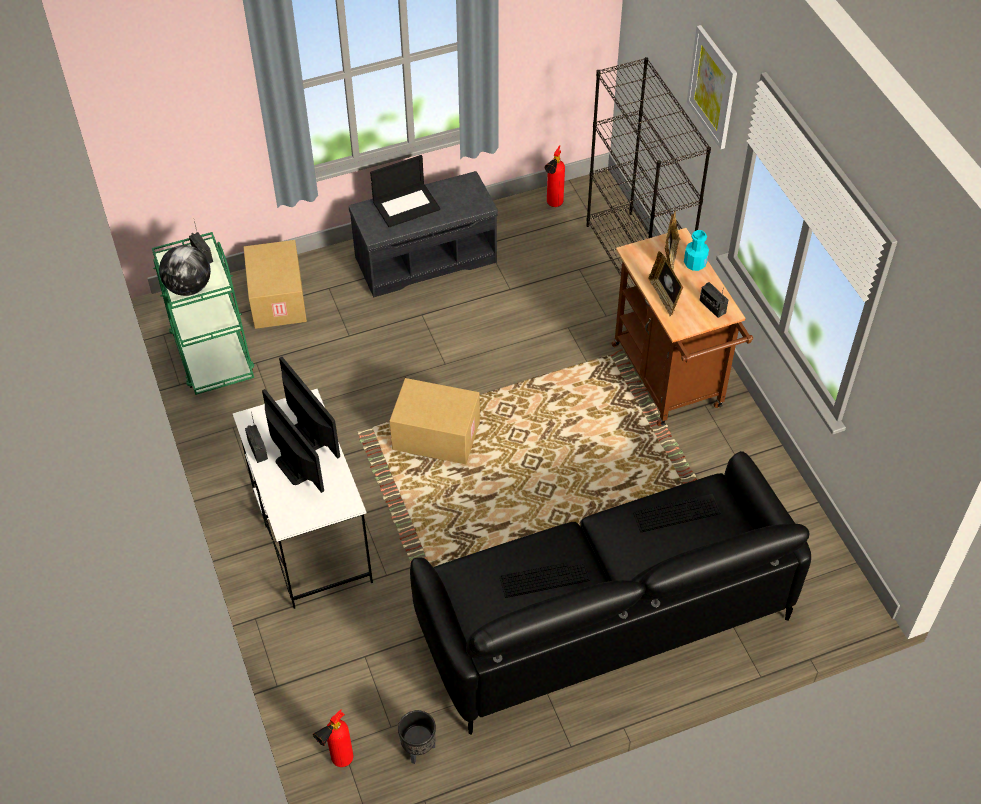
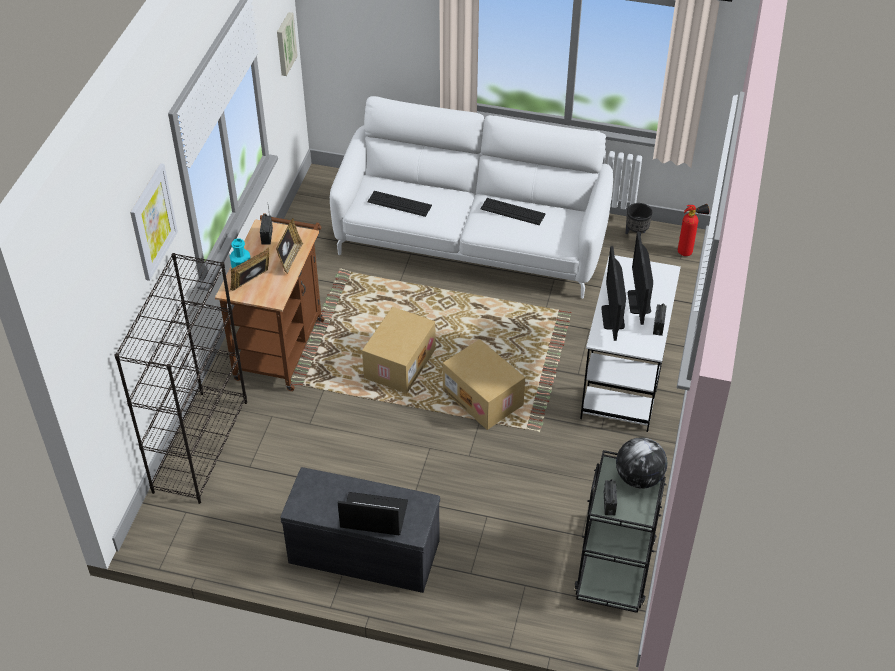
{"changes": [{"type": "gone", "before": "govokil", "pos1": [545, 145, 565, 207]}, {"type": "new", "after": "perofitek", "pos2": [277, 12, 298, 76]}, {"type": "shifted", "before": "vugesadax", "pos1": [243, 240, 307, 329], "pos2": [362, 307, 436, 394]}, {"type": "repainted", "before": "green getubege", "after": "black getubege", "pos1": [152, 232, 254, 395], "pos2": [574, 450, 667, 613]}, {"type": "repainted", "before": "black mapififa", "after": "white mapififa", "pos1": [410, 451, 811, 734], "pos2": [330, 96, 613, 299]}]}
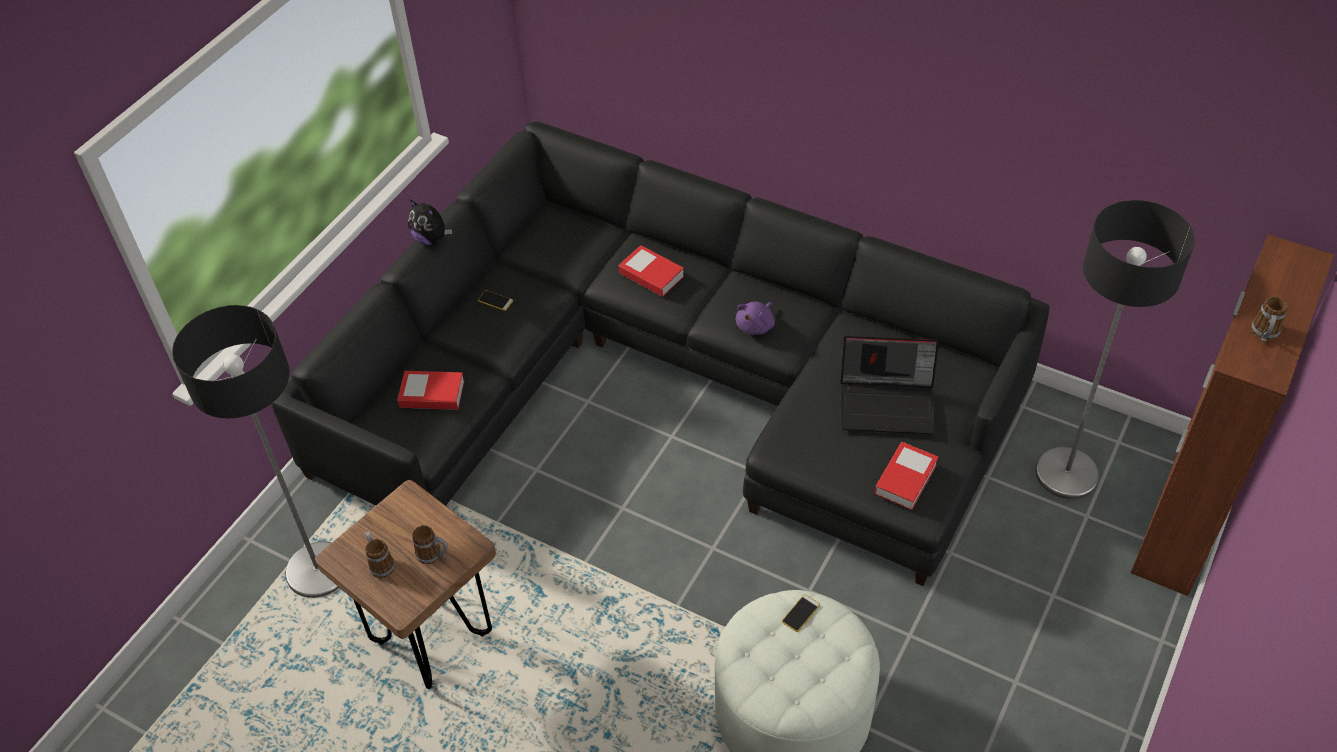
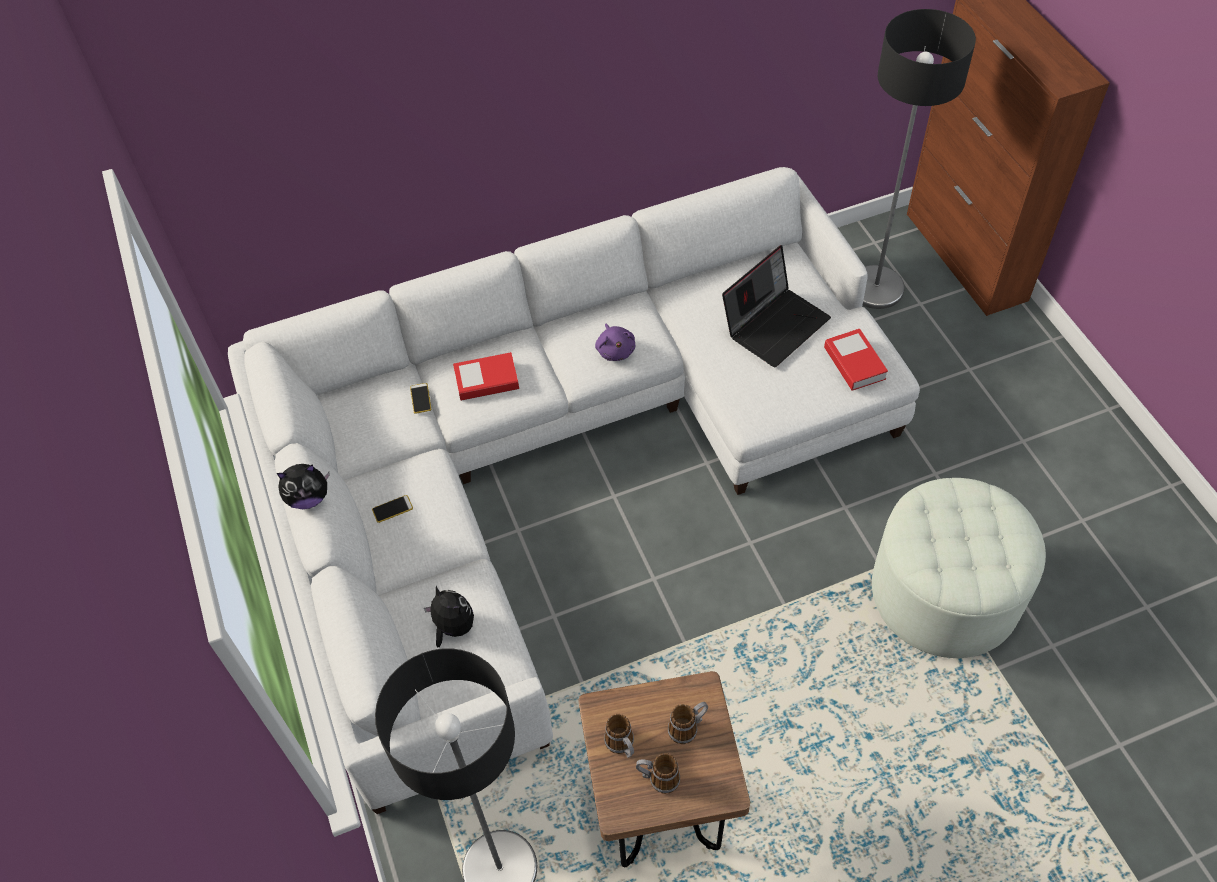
{"changes": [{"type": "shifted", "before": "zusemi", "pos1": [782, 594, 820, 632], "pos2": [410, 383, 431, 414]}, {"type": "shifted", "before": "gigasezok", "pos1": [1251, 296, 1288, 342], "pos2": [604, 714, 634, 758]}, {"type": "swapped", "before": "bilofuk", "after": "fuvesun", "pos1": [397, 371, 464, 410], "pos2": [424, 586, 474, 647]}, {"type": "repainted", "before": "black mapififa", "after": "white mapififa", "pos1": [271, 121, 1049, 586], "pos2": [228, 167, 920, 814]}]}
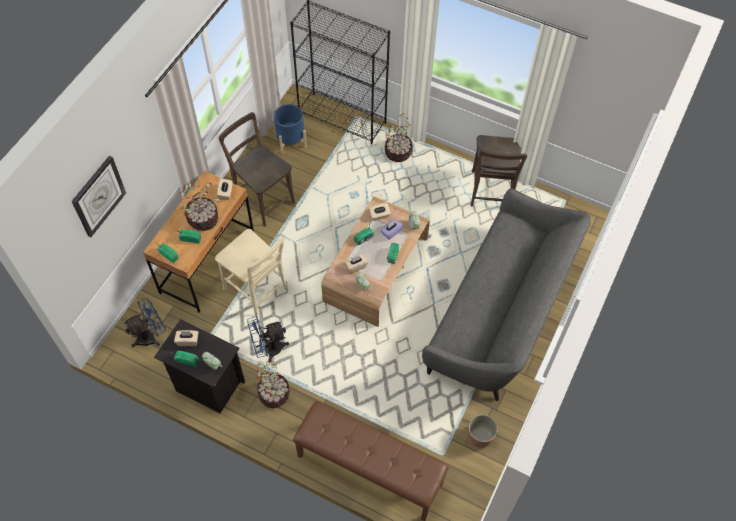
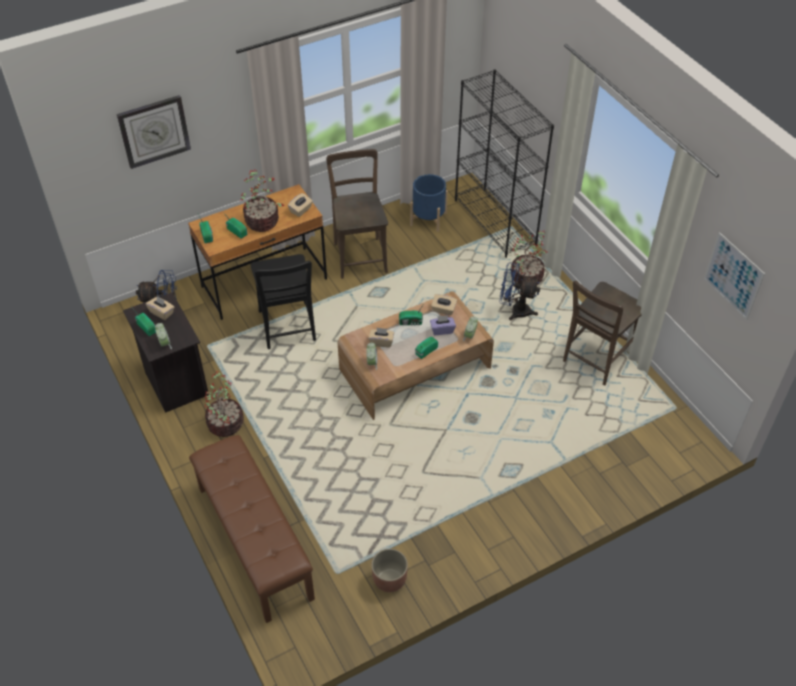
{"changes": [{"type": "gone", "before": "grey mapififa", "pos1": [422, 189, 591, 401]}, {"type": "new", "after": "perofitek", "pos2": [704, 232, 765, 320]}, {"type": "shifted", "before": "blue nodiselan", "pos1": [247, 316, 289, 362], "pos2": [499, 262, 540, 321]}, {"type": "repainted", "before": "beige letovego", "after": "black letovego", "pos1": [215, 229, 287, 316], "pos2": [251, 254, 316, 349]}]}
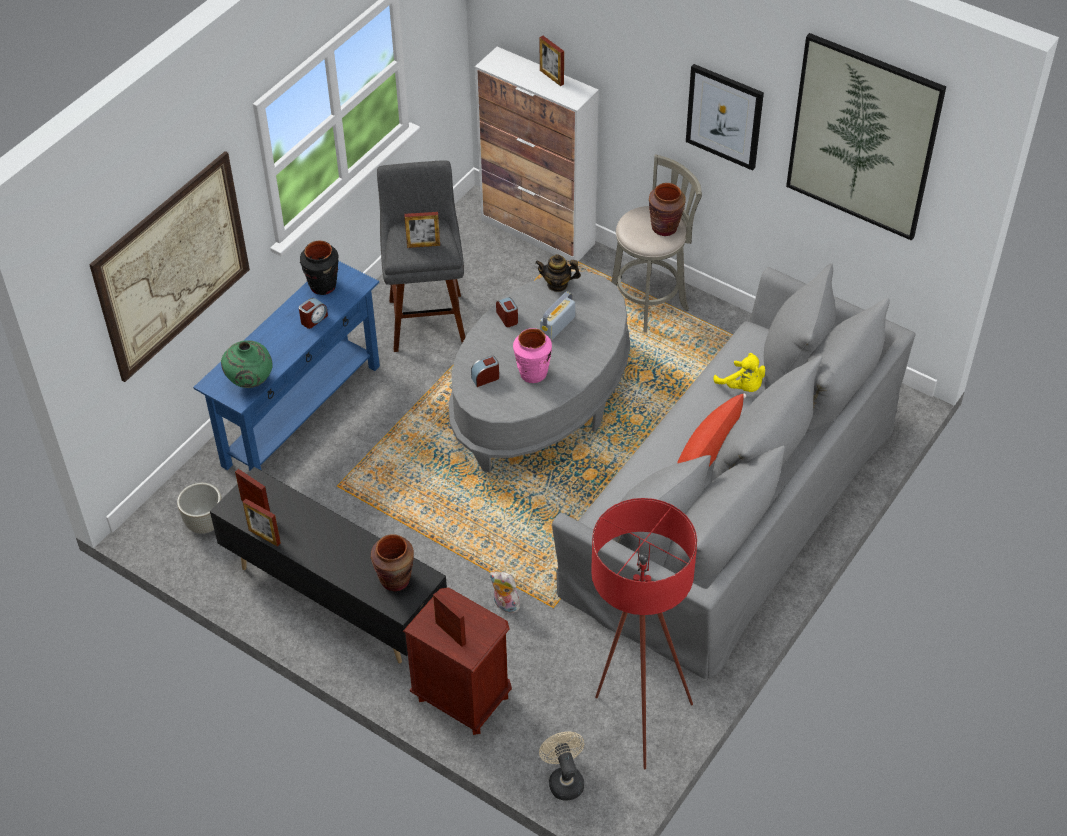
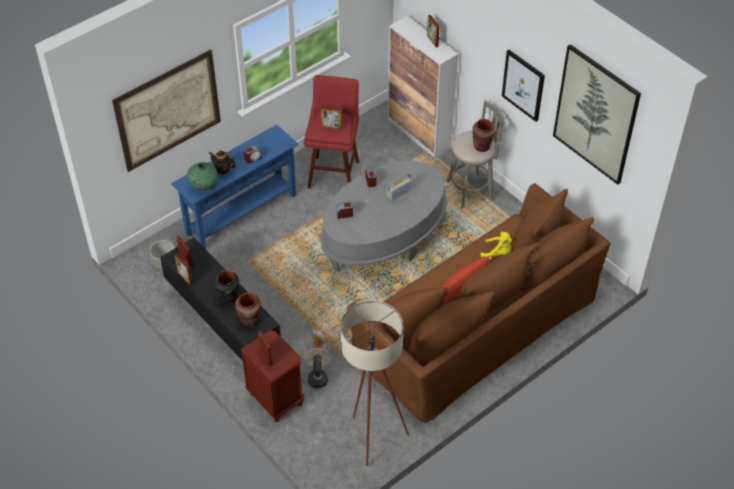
{"changes": [{"type": "gone", "before": "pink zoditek", "pos1": [513, 328, 552, 383]}, {"type": "shifted", "before": "black zoditek", "pos1": [300, 241, 338, 295], "pos2": [214, 270, 239, 304]}, {"type": "shifted", "before": "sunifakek", "pos1": [535, 254, 581, 292], "pos2": [209, 150, 236, 174]}, {"type": "shifted", "before": "beige nodiselan", "pos1": [539, 732, 584, 801], "pos2": [304, 348, 331, 388]}, {"type": "repainted", "before": "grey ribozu", "after": "red ribozu", "pos1": [377, 160, 465, 352], "pos2": [304, 75, 359, 189]}, {"type": "repainted", "before": "grey mapififa", "after": "brown mapififa", "pos1": [552, 263, 915, 679], "pos2": [347, 183, 611, 423]}, {"type": "repainted", "before": "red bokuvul", "after": "beige bokuvul", "pos1": [591, 498, 697, 769], "pos2": [341, 301, 409, 466]}, {"type": "rotated", "before": "yellow fuvesun", "pos1": [713, 353, 765, 392], "pos2": [480, 231, 512, 257], "turn": -45}]}
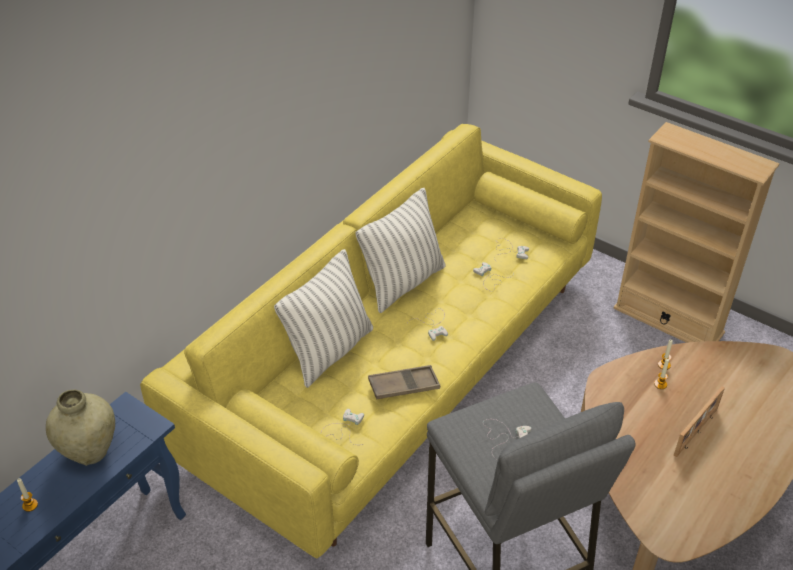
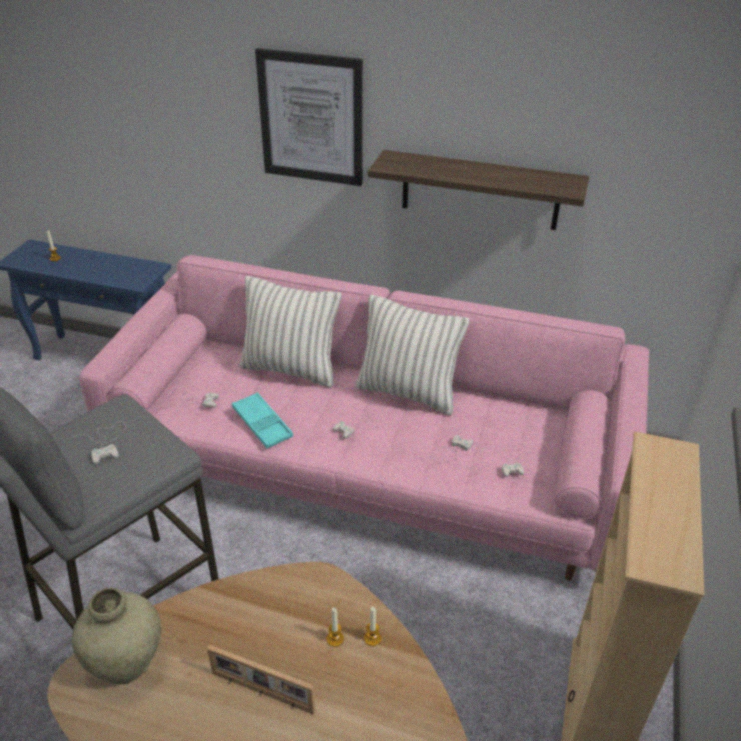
{"changes": [{"type": "new", "after": "perofitek", "pos2": [255, 48, 363, 186]}, {"type": "new", "after": "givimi", "pos2": [368, 150, 589, 230]}, {"type": "shifted", "before": "beige zoditek", "pos1": [46, 389, 115, 466], "pos2": [72, 587, 161, 685]}, {"type": "repainted", "before": "yellow mapififa", "after": "pink mapififa", "pos1": [140, 124, 602, 559], "pos2": [79, 255, 649, 581]}, {"type": "repainted", "before": "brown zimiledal", "after": "turquoise zimiledal", "pos1": [368, 365, 440, 399], "pos2": [232, 392, 293, 449]}]}
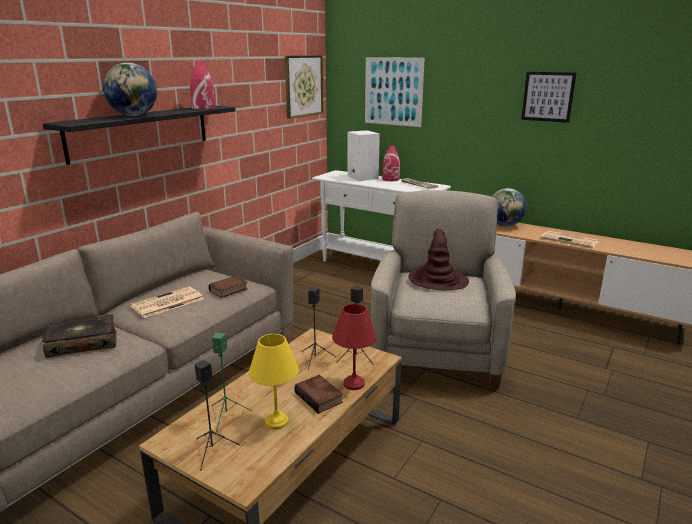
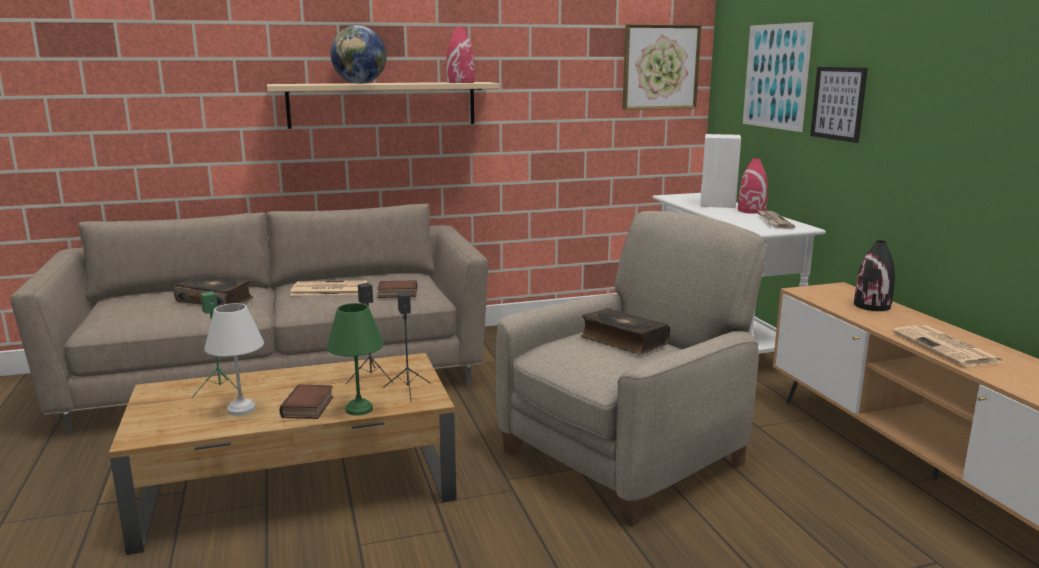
{"changes": [{"type": "gone", "before": "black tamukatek", "pos1": [195, 360, 240, 471]}, {"type": "shifted", "before": "perofitek", "pos1": [521, 72, 576, 123], "pos2": [810, 67, 868, 143]}, {"type": "swapped", "before": "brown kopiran", "after": "bilofuk", "pos1": [408, 228, 469, 290], "pos2": [581, 308, 670, 355]}, {"type": "swapped", "before": "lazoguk", "after": "black zoditek", "pos1": [491, 188, 527, 226], "pos2": [854, 240, 895, 311]}, {"type": "repainted", "before": "black givimi", "after": "beige givimi", "pos1": [43, 106, 236, 165], "pos2": [267, 82, 499, 129]}, {"type": "repainted", "before": "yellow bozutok", "after": "white bozutok", "pos1": [249, 334, 299, 430], "pos2": [204, 303, 264, 416]}, {"type": "repainted", "before": "red bozutok", "after": "green bozutok", "pos1": [332, 304, 377, 390], "pos2": [326, 303, 384, 416]}]}
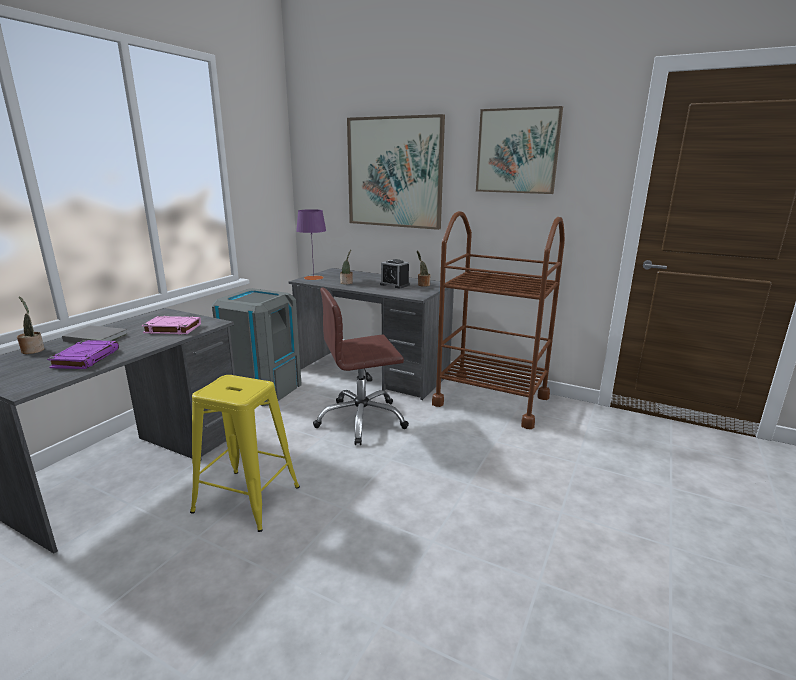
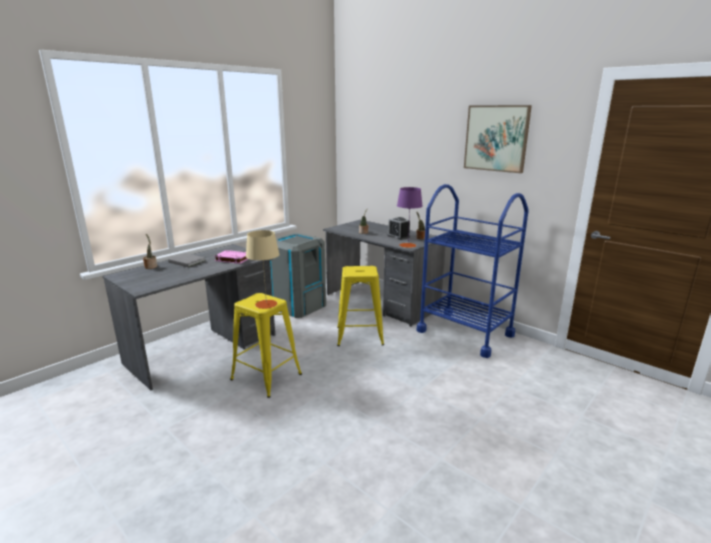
{"changes": [{"type": "gone", "before": "purple bilofuk", "pos1": [47, 340, 119, 369]}, {"type": "gone", "before": "perofitek", "pos1": [347, 114, 445, 230]}, {"type": "new", "after": "beige bozutok", "pos2": [246, 230, 280, 309]}, {"type": "shifted", "before": "purple bozutok", "pos1": [296, 209, 326, 280], "pos2": [397, 187, 423, 248]}, {"type": "swapped", "before": "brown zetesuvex", "after": "yellow ribozu", "pos1": [313, 288, 409, 445], "pos2": [337, 266, 384, 346]}, {"type": "repainted", "before": "brown getubege", "after": "blue getubege", "pos1": [432, 211, 565, 429], "pos2": [417, 184, 529, 358]}]}
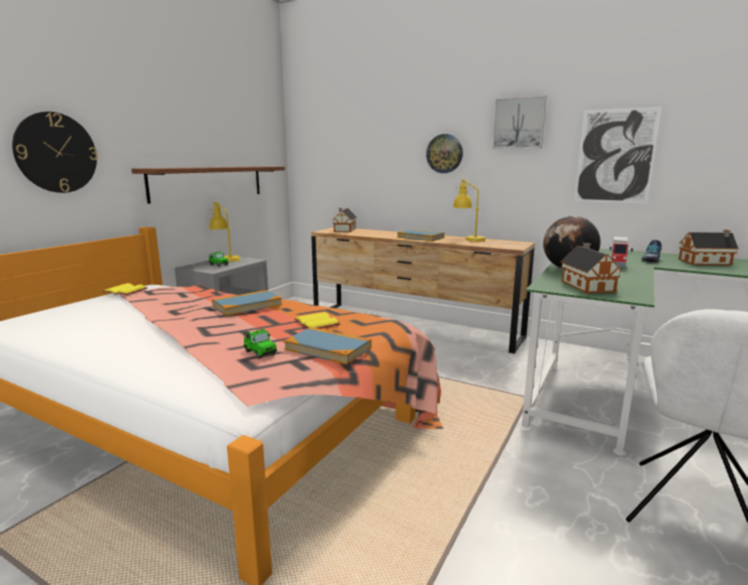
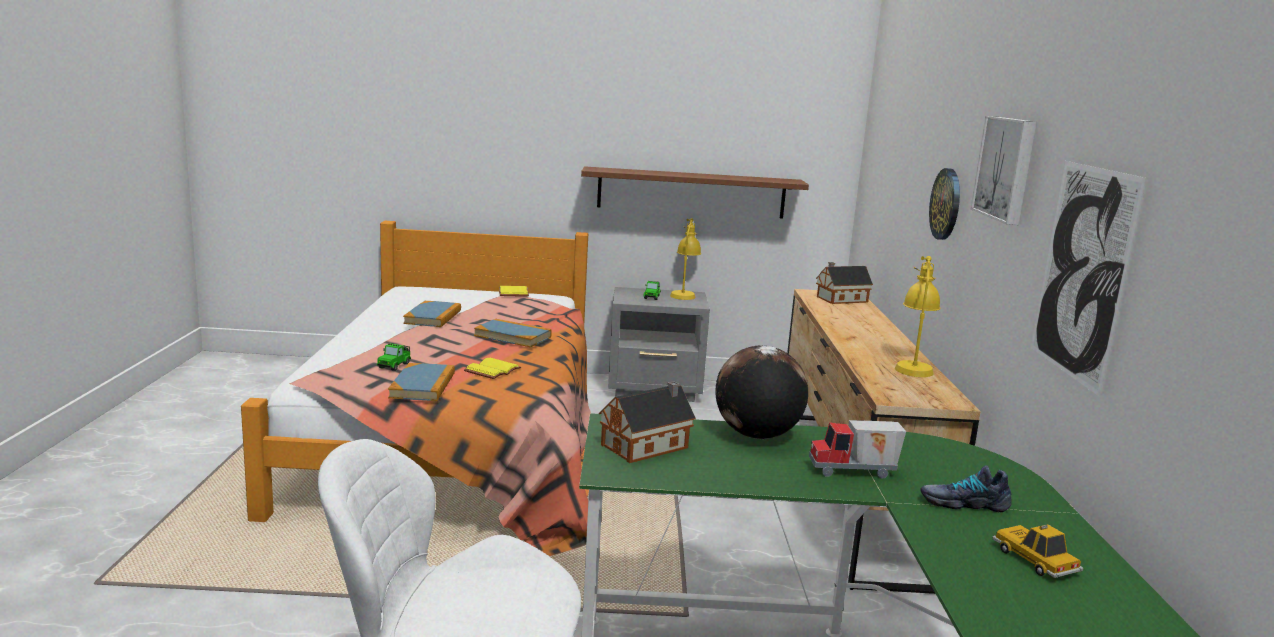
{"changes": [{"type": "gone", "before": "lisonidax", "pos1": [12, 112, 98, 193]}, {"type": "shifted", "before": "bilofuk", "pos1": [397, 229, 444, 241], "pos2": [403, 301, 461, 327]}, {"type": "swapped", "before": "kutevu", "after": "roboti", "pos1": [678, 230, 739, 265], "pos2": [992, 524, 1083, 578]}]}
